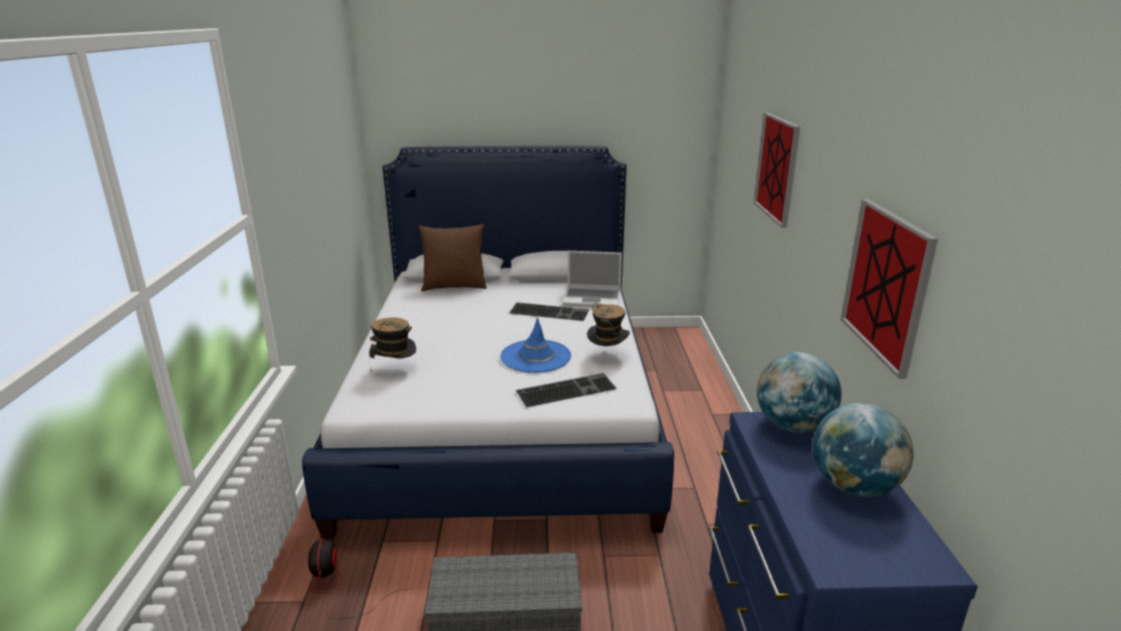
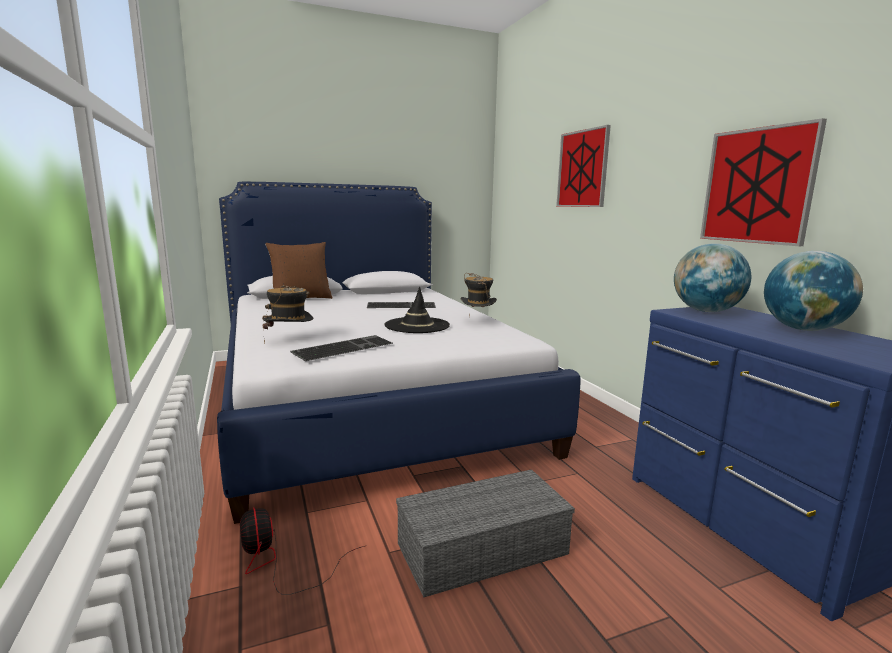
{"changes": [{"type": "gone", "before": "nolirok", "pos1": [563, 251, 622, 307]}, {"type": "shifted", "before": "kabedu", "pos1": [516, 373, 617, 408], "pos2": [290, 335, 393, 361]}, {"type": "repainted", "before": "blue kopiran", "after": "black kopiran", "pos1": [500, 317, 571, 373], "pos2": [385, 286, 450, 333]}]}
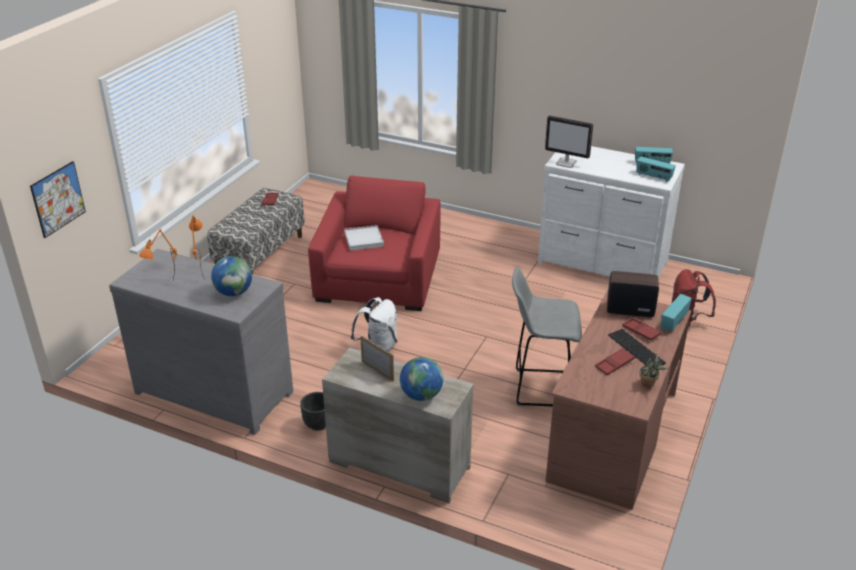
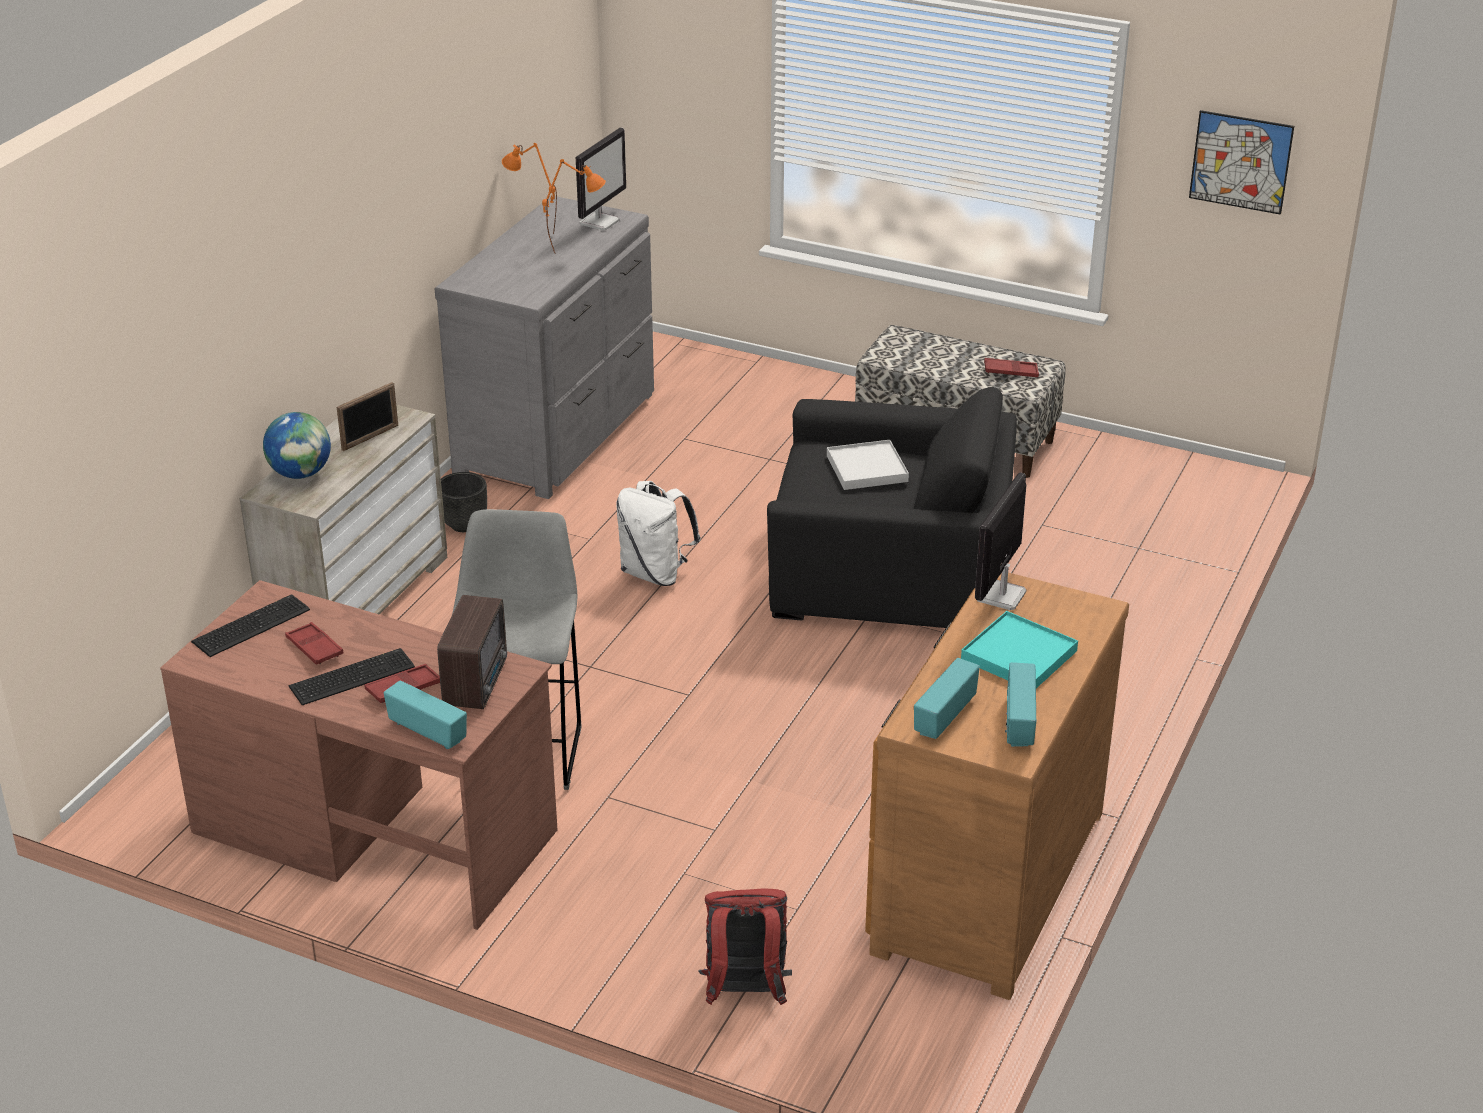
{"changes": [{"type": "gone", "before": "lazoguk", "pos1": [211, 256, 252, 296]}, {"type": "gone", "before": "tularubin", "pos1": [639, 353, 669, 388]}, {"type": "new", "after": "kabedu", "pos2": [191, 594, 310, 657]}, {"type": "new", "after": "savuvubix", "pos2": [576, 127, 626, 230]}, {"type": "new", "after": "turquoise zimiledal", "pos2": [961, 611, 1078, 688]}, {"type": "shifted", "before": "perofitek", "pos1": [30, 161, 86, 238], "pos2": [1189, 110, 1294, 215]}, {"type": "repainted", "before": "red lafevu", "after": "black lafevu", "pos1": [308, 175, 441, 311], "pos2": [767, 387, 1017, 628]}, {"type": "repainted", "before": "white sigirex", "after": "brown sigirex", "pos1": [538, 146, 685, 279], "pos2": [865, 573, 1129, 1000]}]}
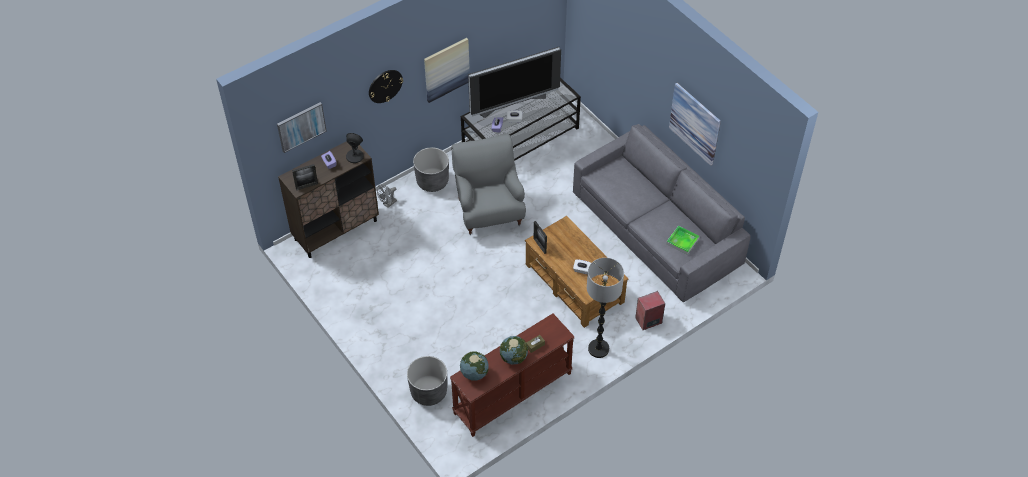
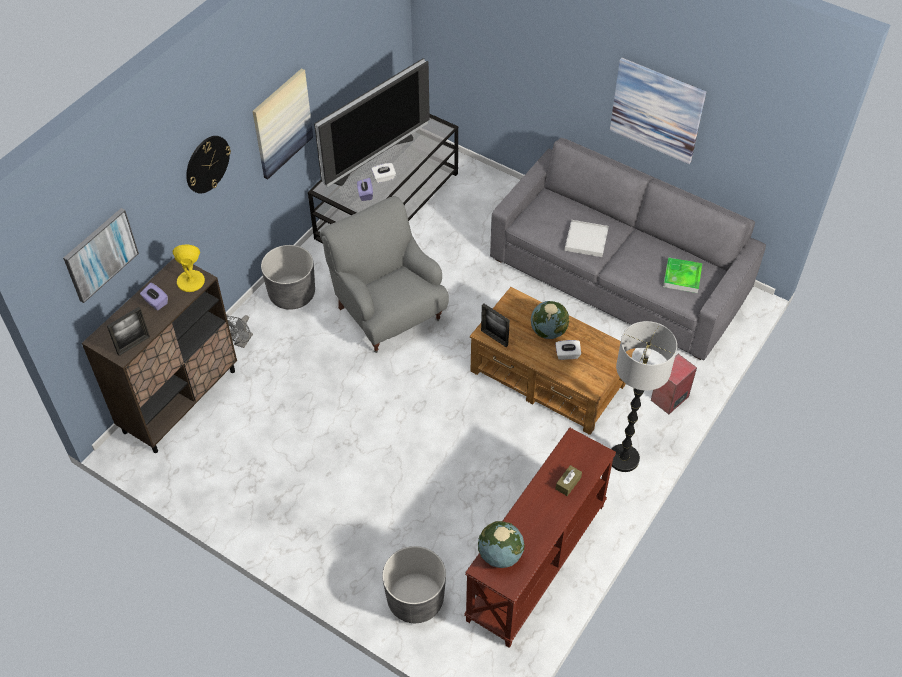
{"changes": [{"type": "new", "after": "white zimiledal", "pos2": [564, 220, 609, 257]}, {"type": "shifted", "before": "lazoguk", "pos1": [500, 336, 528, 364], "pos2": [531, 301, 569, 339]}, {"type": "repainted", "before": "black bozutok", "after": "yellow bozutok", "pos1": [346, 133, 364, 163], "pos2": [173, 245, 205, 292]}]}
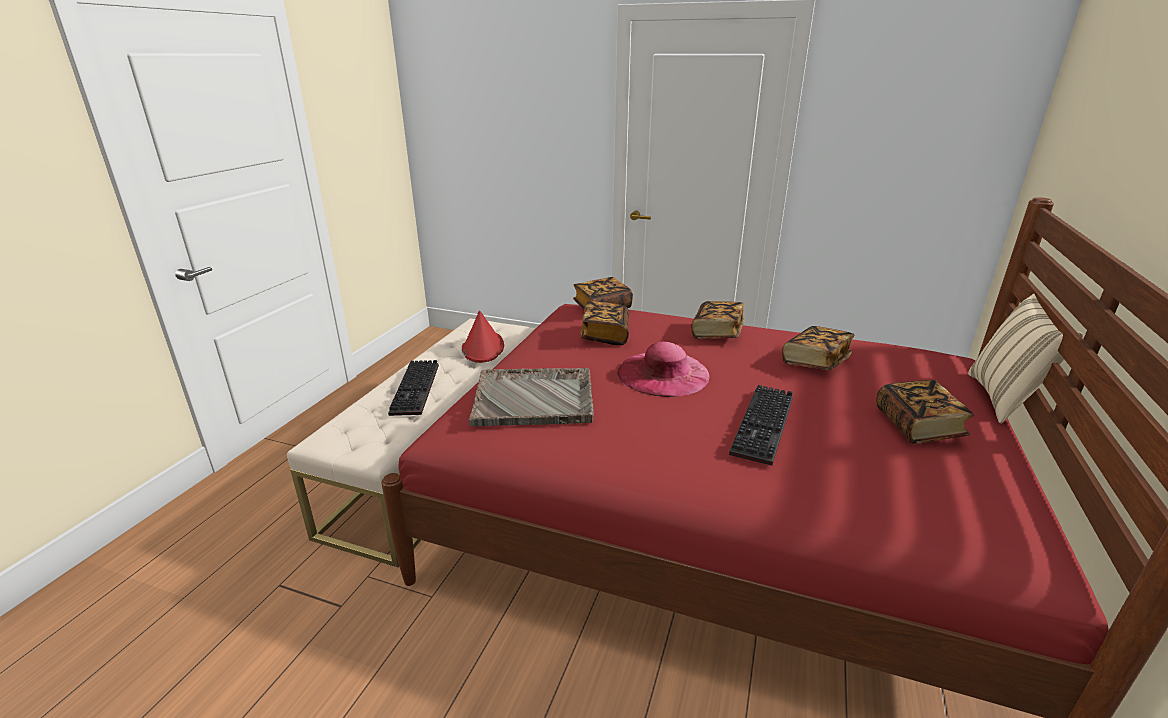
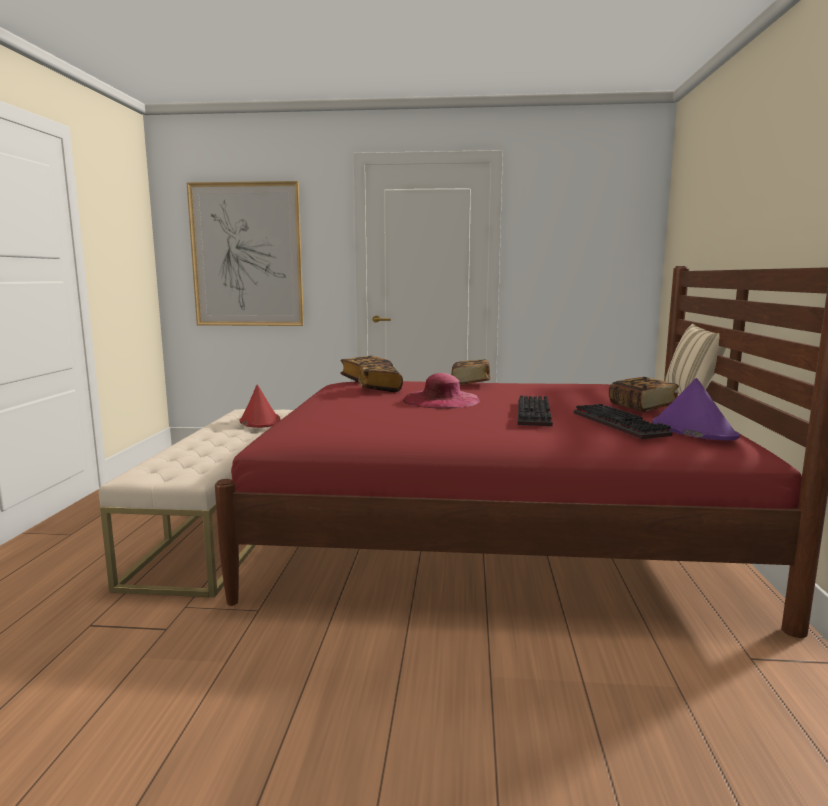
{"changes": [{"type": "gone", "before": "grey zimiledal", "pos1": [469, 368, 594, 426]}, {"type": "gone", "before": "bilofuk", "pos1": [782, 326, 854, 370]}, {"type": "new", "after": "perofitek", "pos2": [186, 181, 304, 326]}, {"type": "new", "after": "purple kopiran", "pos2": [652, 378, 740, 441]}, {"type": "shifted", "before": "kabedu", "pos1": [388, 360, 439, 416], "pos2": [574, 404, 673, 439]}]}
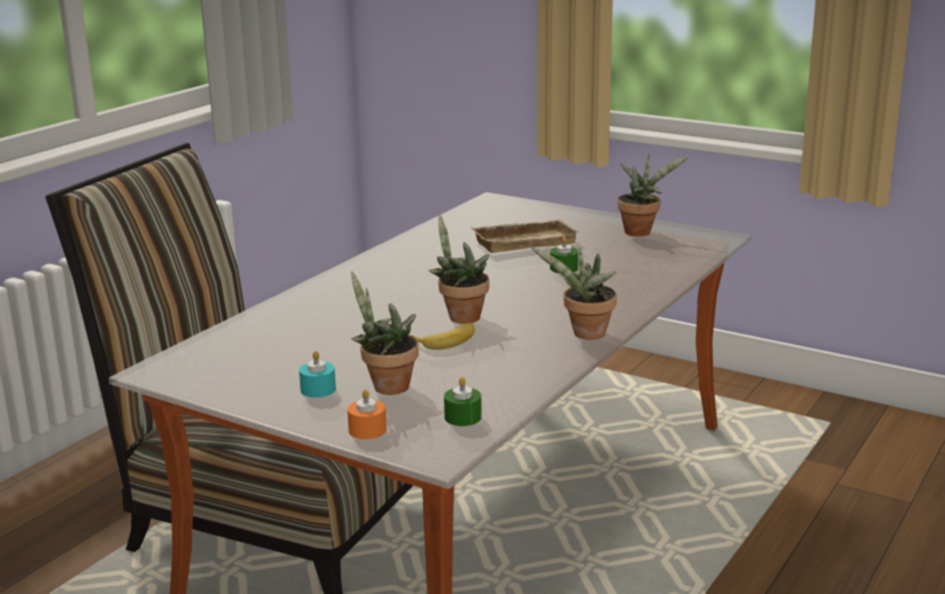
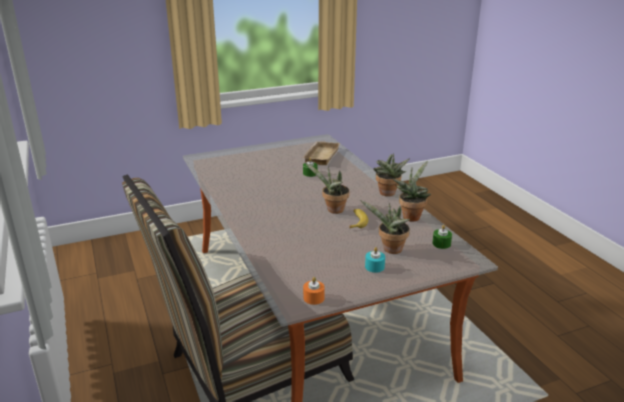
{"changes": [{"type": "shifted", "before": "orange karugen", "pos1": [347, 389, 387, 439], "pos2": [303, 277, 325, 305]}, {"type": "shifted", "before": "beige zimiledal", "pos1": [471, 219, 579, 253], "pos2": [302, 141, 340, 165]}, {"type": "shifted", "before": "tularubin", "pos1": [617, 153, 689, 236], "pos2": [393, 161, 431, 221]}]}
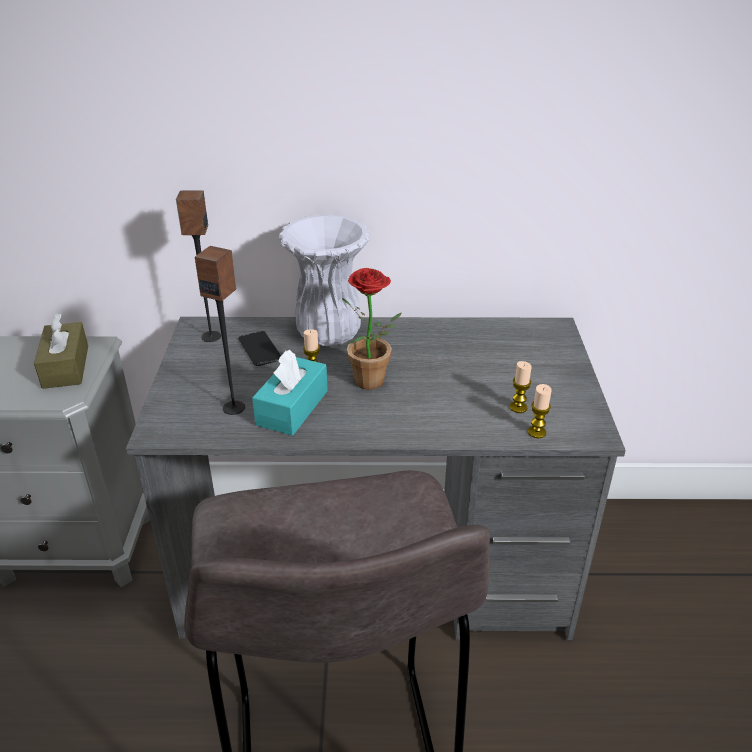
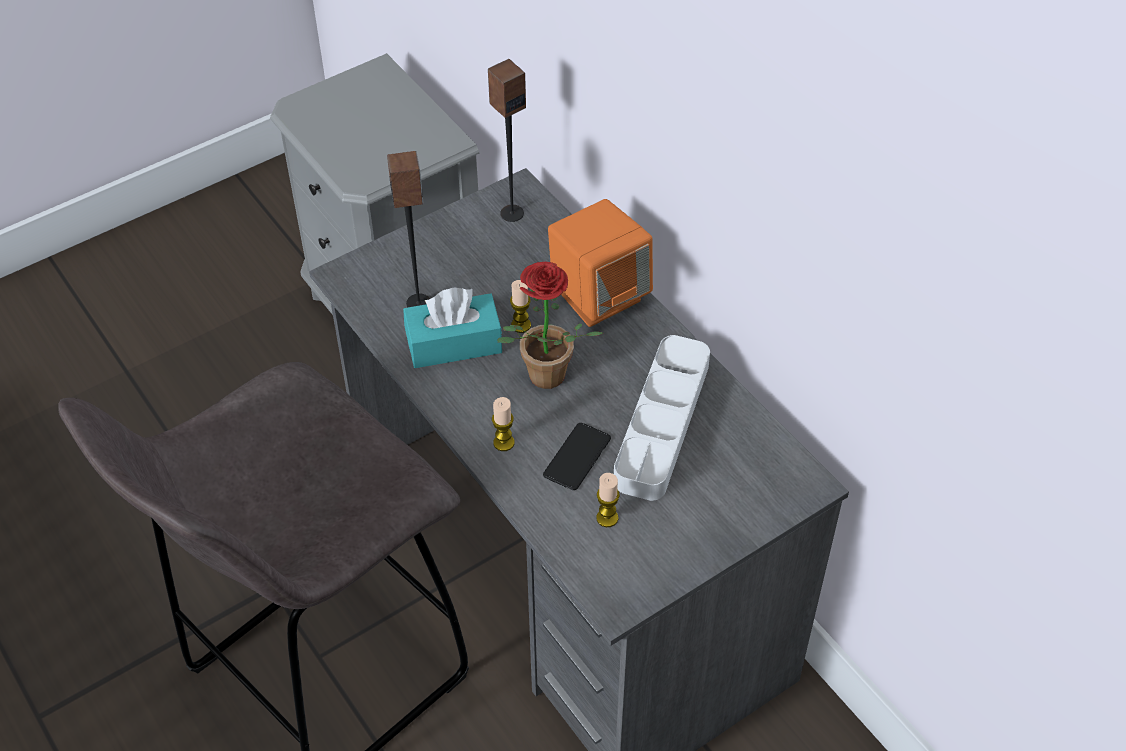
{"changes": [{"type": "gone", "before": "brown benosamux", "pos1": [34, 314, 88, 389]}, {"type": "new", "after": "white zimiledal", "pos2": [614, 335, 710, 501]}, {"type": "shifted", "before": "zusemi", "pos1": [238, 331, 281, 366], "pos2": [543, 423, 611, 490]}, {"type": "shifted", "before": "karugen", "pos1": [528, 384, 552, 438], "pos2": [492, 397, 514, 451]}, {"type": "swapped", "before": "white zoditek", "after": "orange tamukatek", "pos1": [279, 214, 371, 346], "pos2": [548, 199, 653, 327]}]}
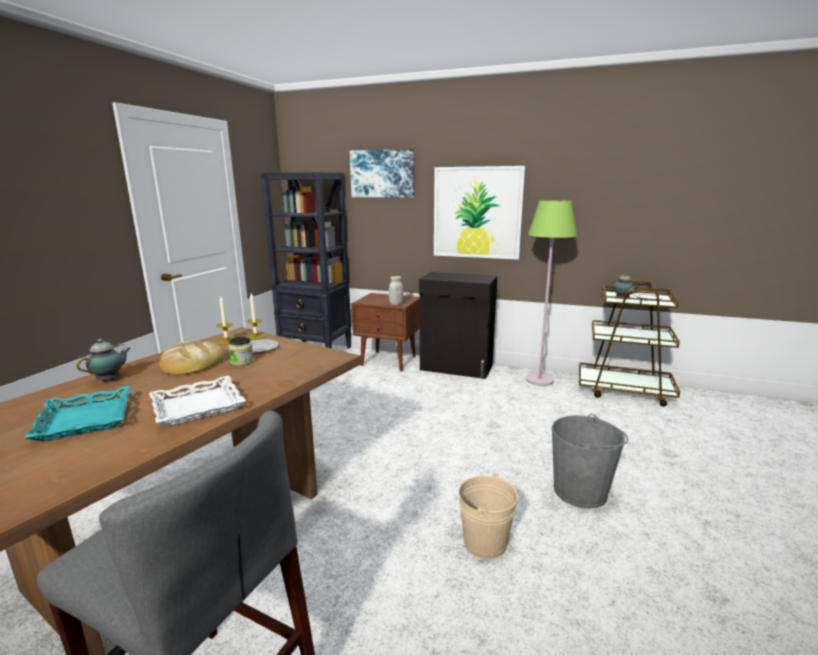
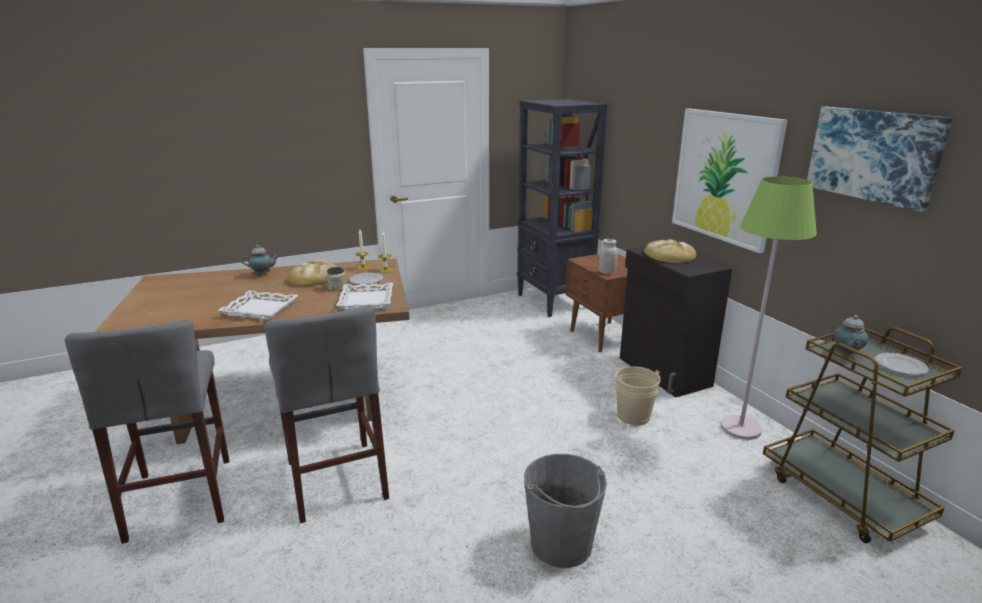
{"changes": [{"type": "gone", "before": "turquoise zimiledal", "pos1": [24, 386, 131, 441]}, {"type": "new", "after": "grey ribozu", "pos2": [264, 305, 389, 523]}, {"type": "new", "after": "white zimiledal", "pos2": [336, 283, 393, 310]}, {"type": "new", "after": "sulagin", "pos2": [644, 240, 696, 263]}, {"type": "shifted", "before": "perofitek", "pos1": [350, 149, 414, 198], "pos2": [807, 107, 952, 212]}, {"type": "shifted", "before": "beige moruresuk", "pos1": [459, 473, 518, 559], "pos2": [615, 366, 661, 425]}]}
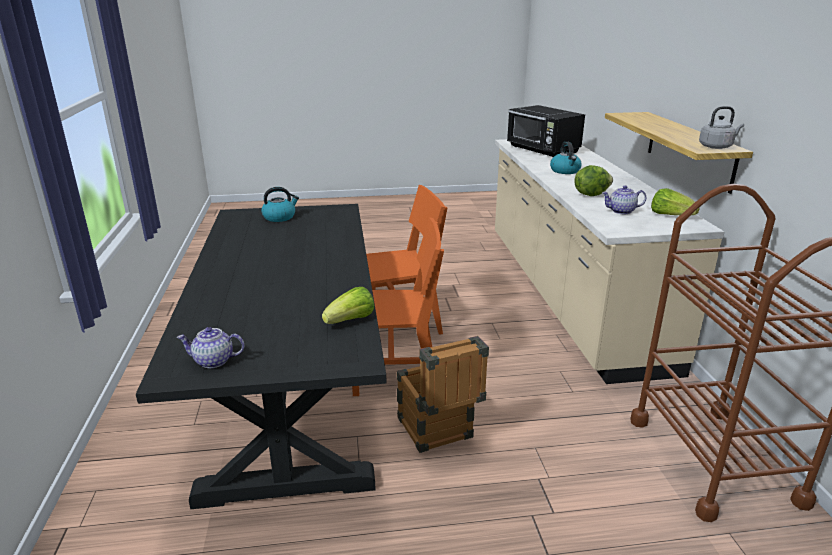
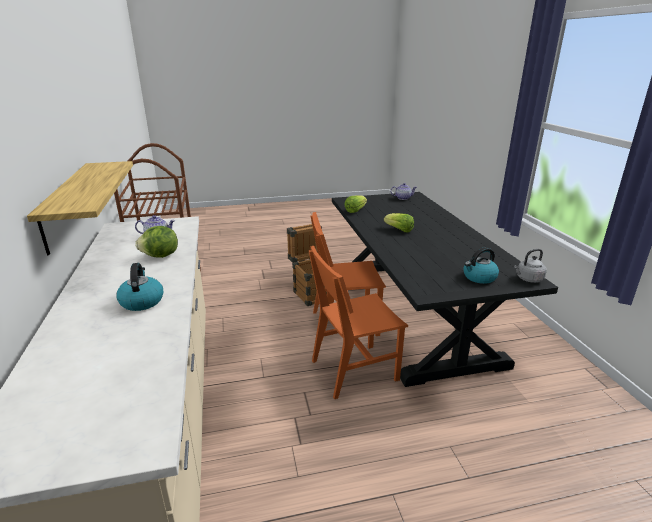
{"changes": [{"type": "gone", "before": "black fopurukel", "pos1": [507, 105, 585, 157]}, {"type": "shifted", "before": "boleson", "pos1": [651, 188, 700, 215], "pos2": [384, 213, 414, 233]}, {"type": "shifted", "before": "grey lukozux", "pos1": [699, 106, 744, 149], "pos2": [514, 249, 547, 283]}]}
